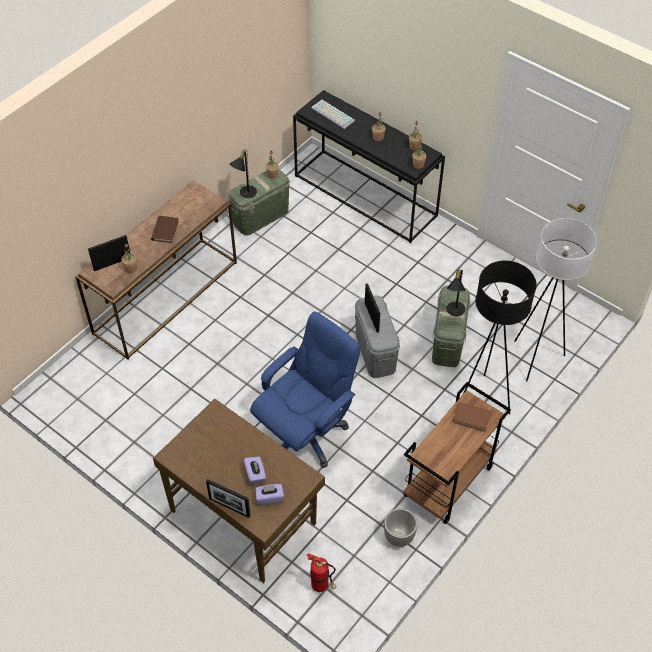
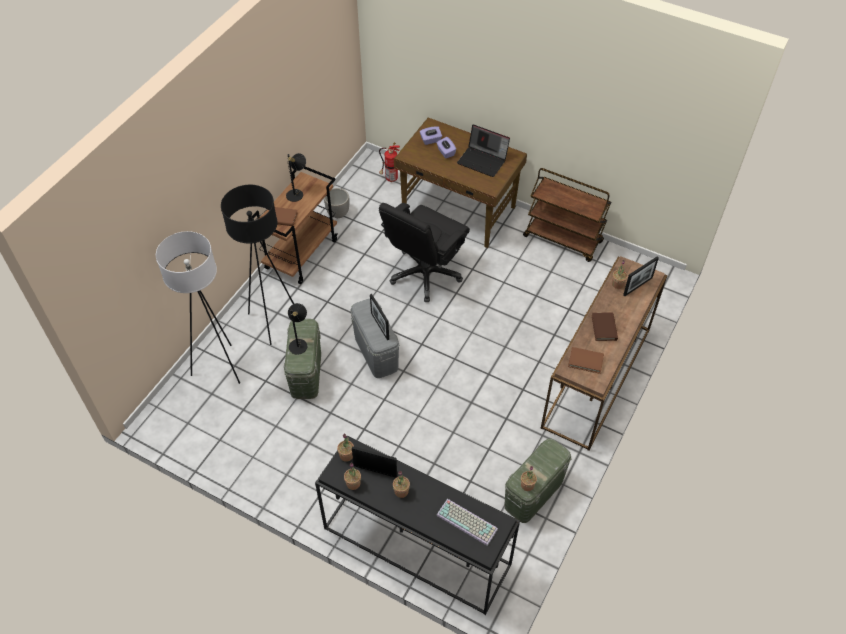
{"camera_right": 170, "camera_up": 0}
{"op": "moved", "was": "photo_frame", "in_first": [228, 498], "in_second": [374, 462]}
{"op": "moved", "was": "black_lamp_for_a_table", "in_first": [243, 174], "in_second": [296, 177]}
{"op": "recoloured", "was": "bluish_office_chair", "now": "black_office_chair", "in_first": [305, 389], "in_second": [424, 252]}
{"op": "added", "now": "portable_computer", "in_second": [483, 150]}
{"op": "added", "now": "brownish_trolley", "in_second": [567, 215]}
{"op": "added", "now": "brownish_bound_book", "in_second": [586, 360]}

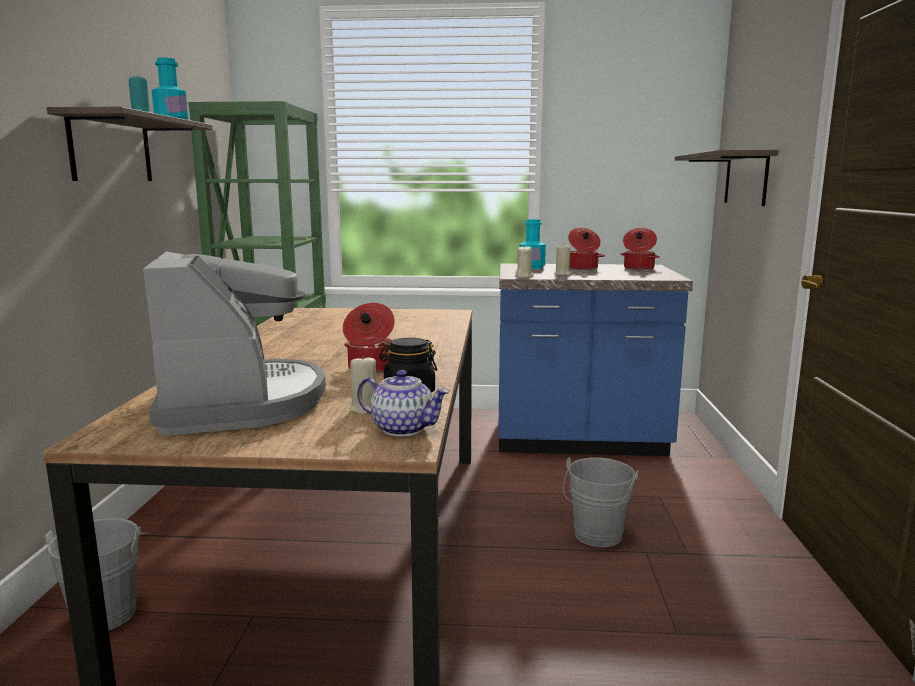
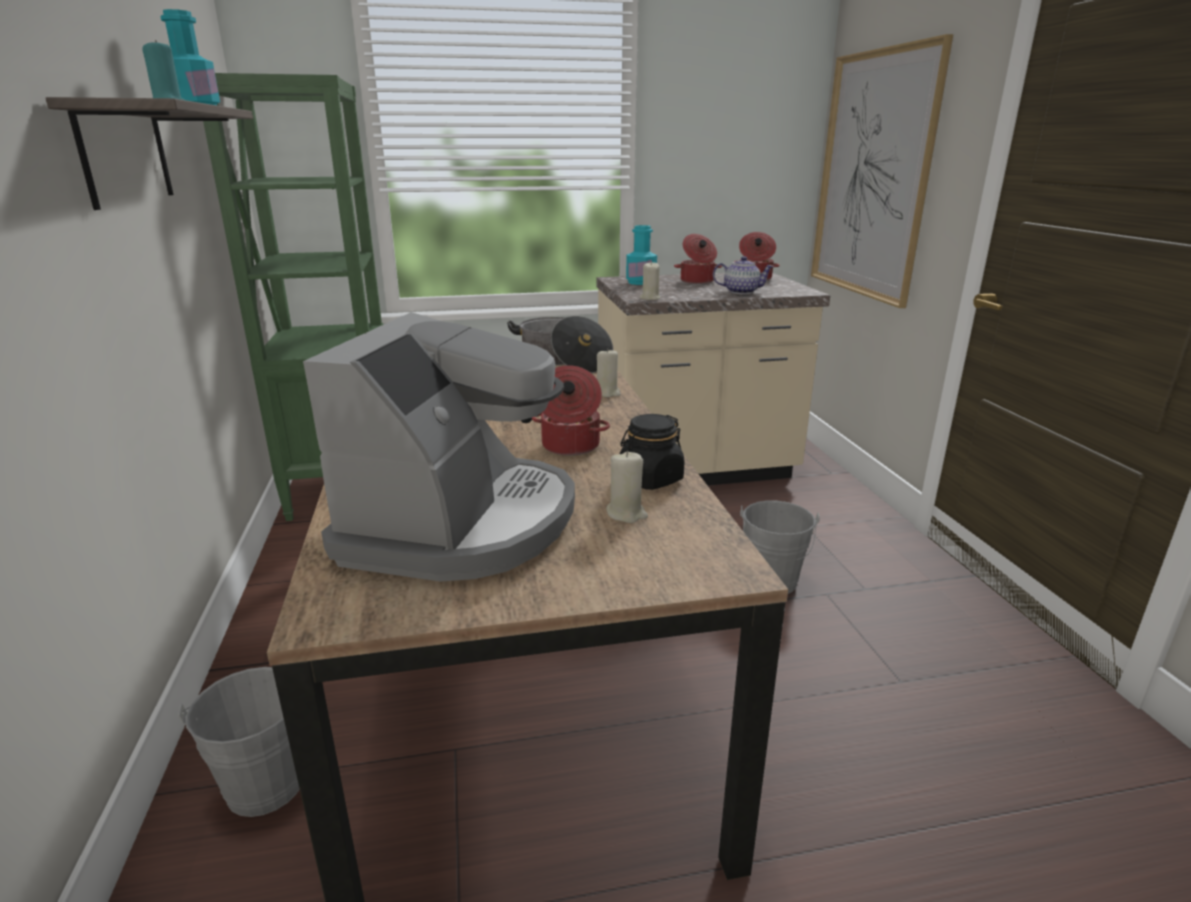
{"camera_right": -15, "camera_up": 10}
{"op": "turned", "was": "coffee_maker", "in_first": [234, 343], "in_second": [439, 447], "clockwise": 45}
{"op": "moved", "was": "teapot", "in_first": [403, 403], "in_second": [743, 275]}
{"op": "recoloured", "was": "bluish_counter", "now": "sand-coloured_counter", "in_first": [595, 360], "in_second": [713, 379]}
{"op": "moved", "was": "sand-coloured_wax_candle", "in_first": [563, 260], "in_second": [609, 372]}
{"op": "replaced", "was": "wall_shelf", "now": "wall_art", "in_first": [727, 178], "in_second": [882, 171]}
{"op": "added", "now": "cooking_pot", "in_second": [560, 344]}

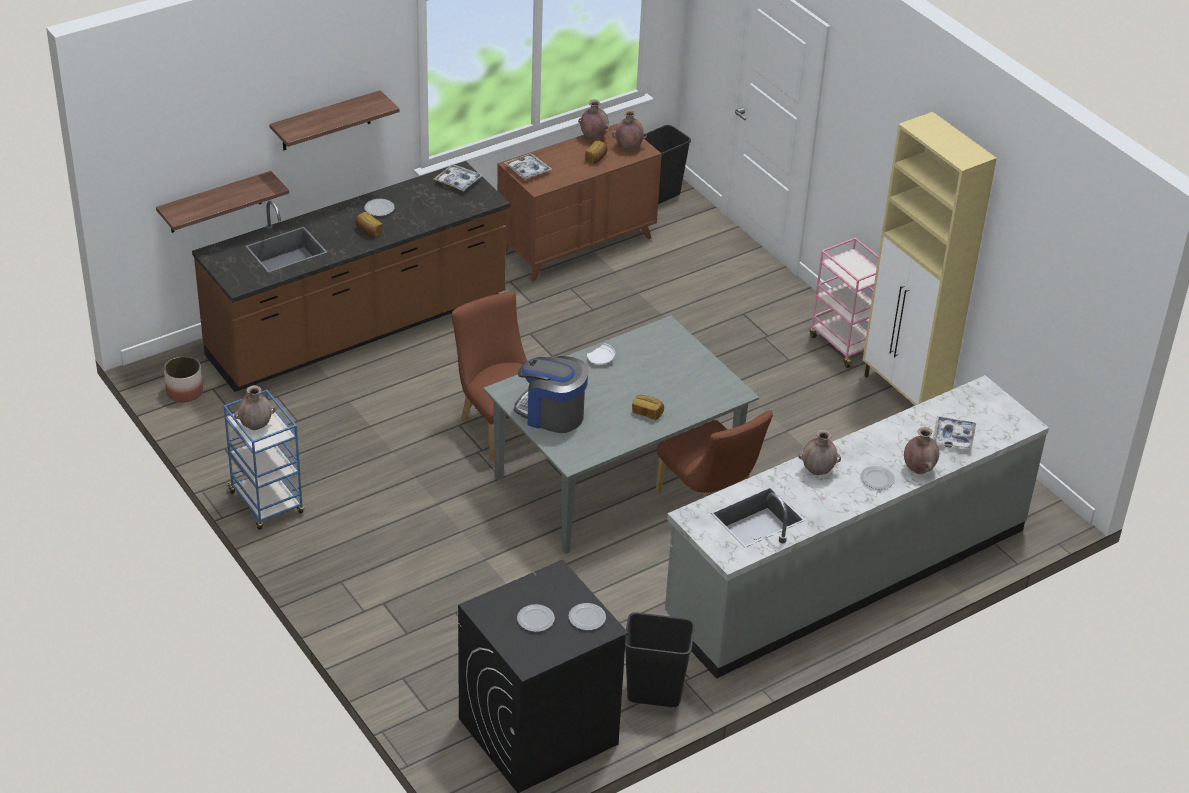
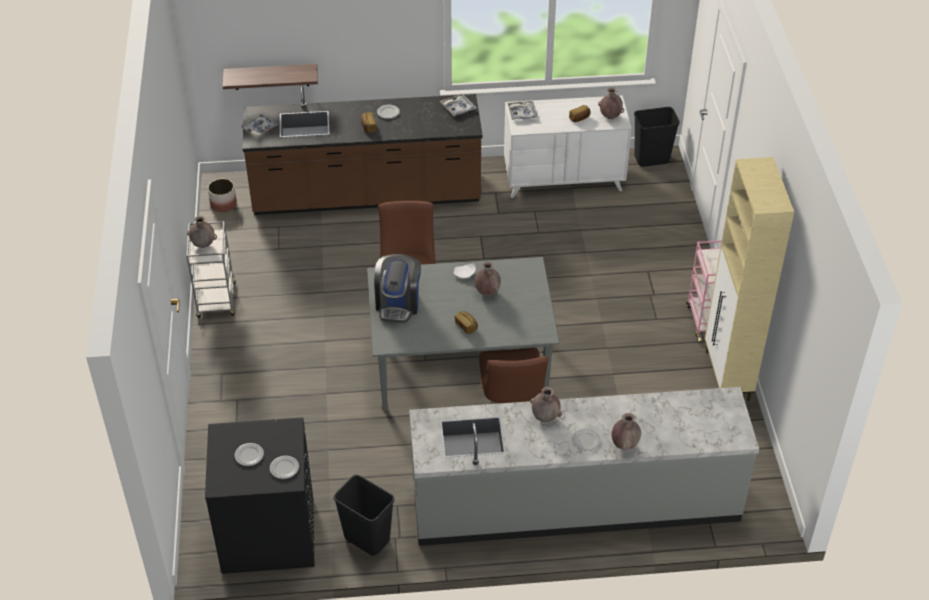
{"camera_right": 30, "camera_up": 5}
{"op": "recoloured", "was": "bluish_trolley", "now": "grey_trolley", "in_first": [264, 460], "in_second": [211, 269]}
{"op": "removed", "was": "wall_shelf", "in_first": [334, 120]}
{"op": "recoloured", "was": "brownish_chest_of_drawers", "now": "white_chest_of_drawers", "in_first": [579, 203], "in_second": [568, 146]}
{"op": "turned", "was": "coffee_maker", "in_first": [551, 394], "in_second": [397, 288], "clockwise": -135}
{"op": "moved", "was": "brownish_decorative_vase", "in_first": [594, 120], "in_second": [488, 278]}
{"op": "moved", "was": "serving_tray", "in_first": [954, 433], "in_second": [259, 125]}

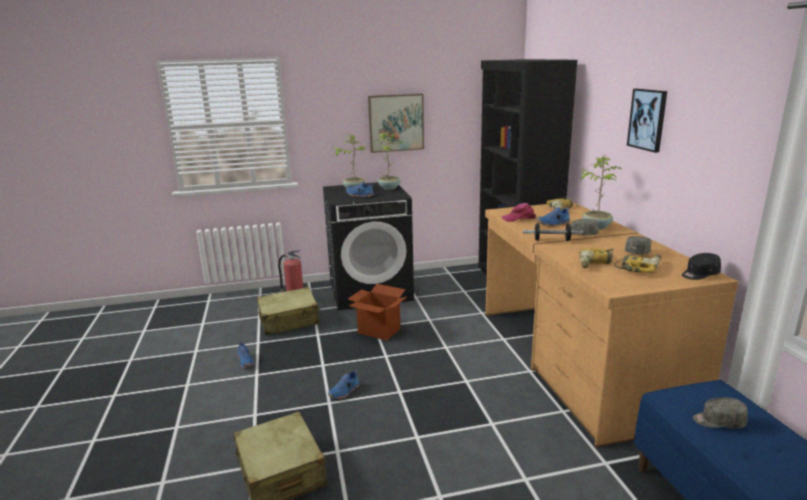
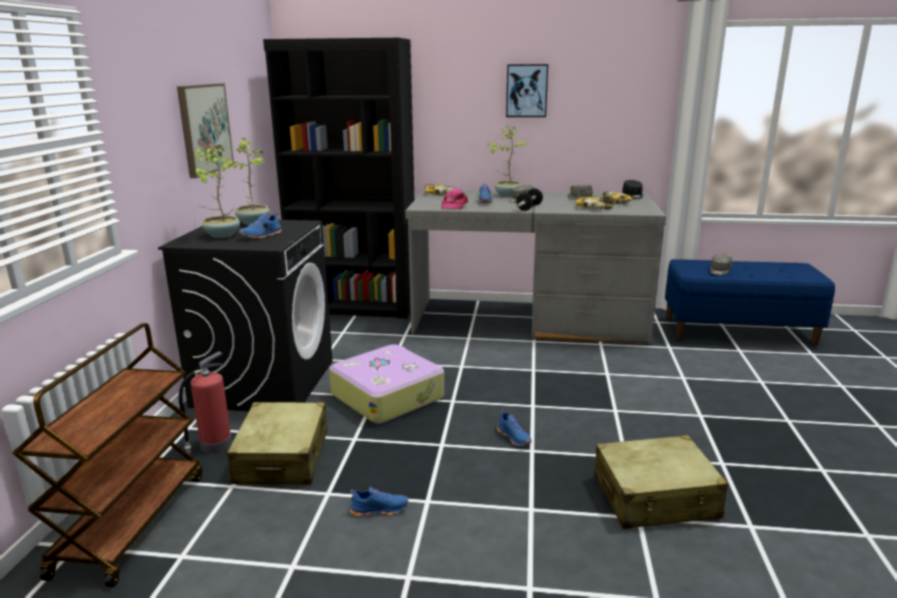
{"camera_right": -70, "camera_up": 0}
{"op": "replaced", "was": "packing_box", "now": "travel_case", "in_first": [378, 312], "in_second": [386, 384]}
{"op": "recoloured", "was": "brownish_desk_table", "now": "grey_desk_table", "in_first": [611, 324], "in_second": [535, 267]}
{"op": "added", "now": "brownish_trolley", "in_second": [107, 455]}

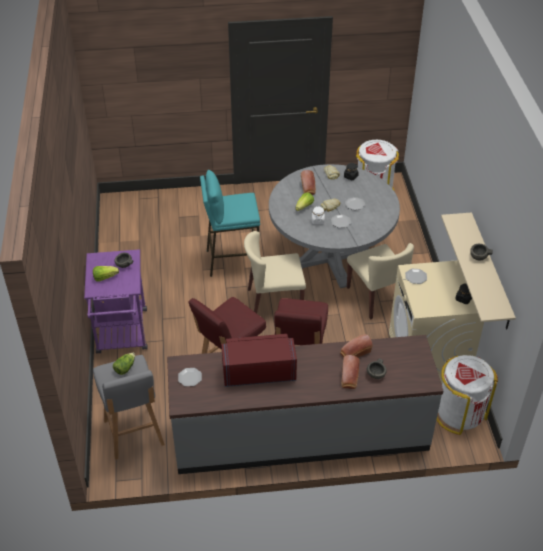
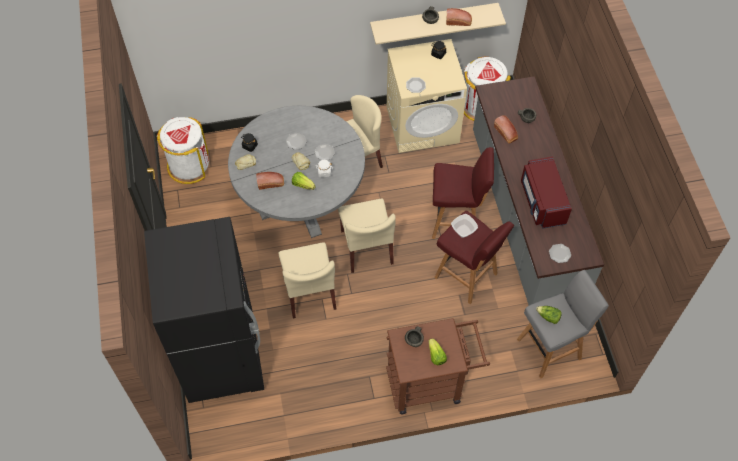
{"camera_right": -95, "camera_up": 15}
{"op": "recoloured", "was": "purple_trolley", "now": "brownish_trolley", "in_first": [116, 301], "in_second": [438, 366]}
{"op": "replaced", "was": "turquoise-coloured_stool", "now": "sand-coloured_plain_chair", "in_first": [230, 223], "in_second": [307, 280]}
{"op": "moved", "was": "baked_bread", "in_first": [351, 372], "in_second": [459, 17]}
{"op": "added", "now": "black_kitchen_fridge", "in_second": [204, 310]}
{"op": "added", "now": "bowl", "in_second": [464, 226]}

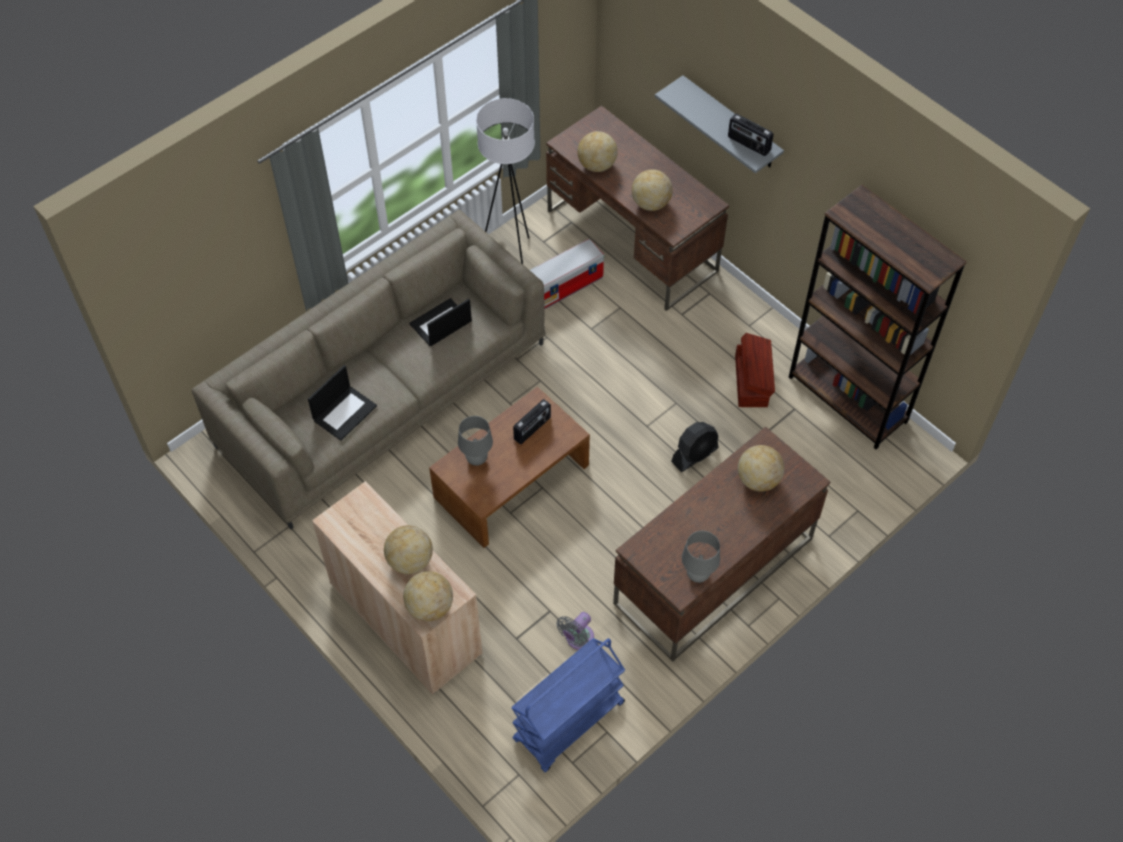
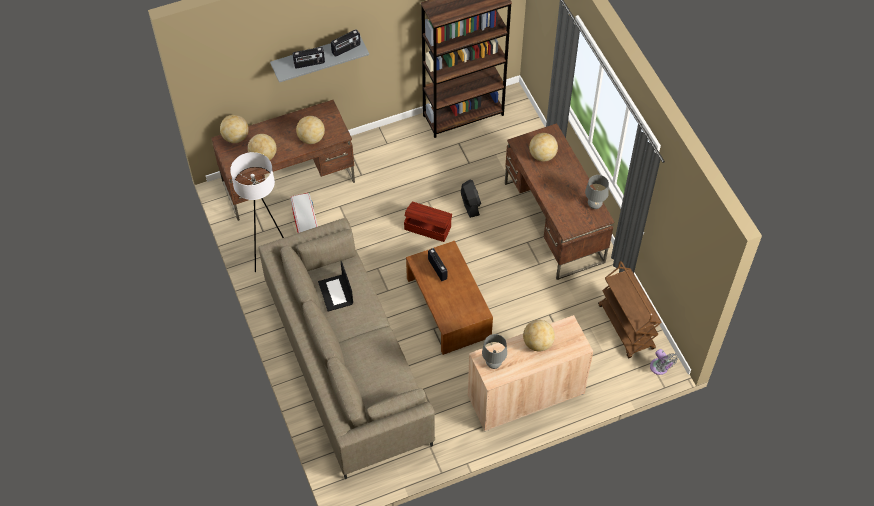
{"camera_right": -70, "camera_up": 0}
{"op": "removed", "was": "portable_computer", "in_first": [342, 403]}
{"op": "moved", "was": "desk_globe", "in_first": [428, 596], "in_second": [234, 129]}
{"op": "moved", "was": "grey_lamp_for_a_table", "in_first": [475, 441], "in_second": [494, 351]}
{"op": "recoloured", "was": "bluish_trolley", "now": "brownish_trolley", "in_first": [568, 705], "in_second": [630, 309]}
{"op": "moved", "was": "grey_cooling_fan", "in_first": [575, 631], "in_second": [664, 362]}
{"op": "moved", "was": "brownish_storage_container", "in_first": [755, 370], "in_second": [428, 222]}
{"op": "added", "now": "radio_receiver", "in_second": [309, 57]}

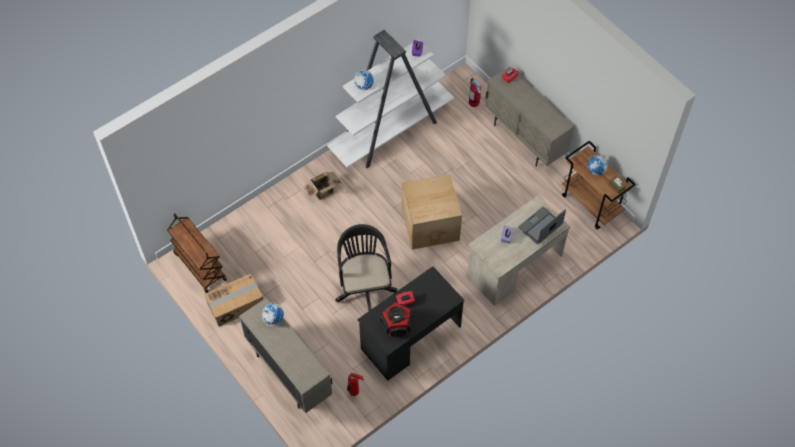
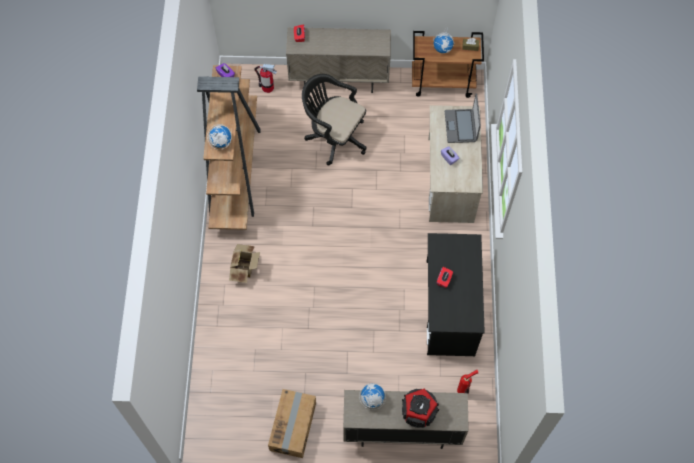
{"camera_right": -50, "camera_up": 5}
{"op": "removed", "was": "brownish_trolley", "in_first": [197, 253]}
{"op": "recoloured", "was": "white_bookshelf", "now": "brownish_bookshelf", "in_first": [390, 99], "in_second": [229, 147]}
{"op": "moved", "was": "black_office_chair", "in_first": [366, 267], "in_second": [334, 120]}
{"op": "moved", "was": "loudspeaker", "in_first": [396, 319], "in_second": [420, 408]}
{"op": "removed", "was": "packing_box", "in_first": [432, 212]}

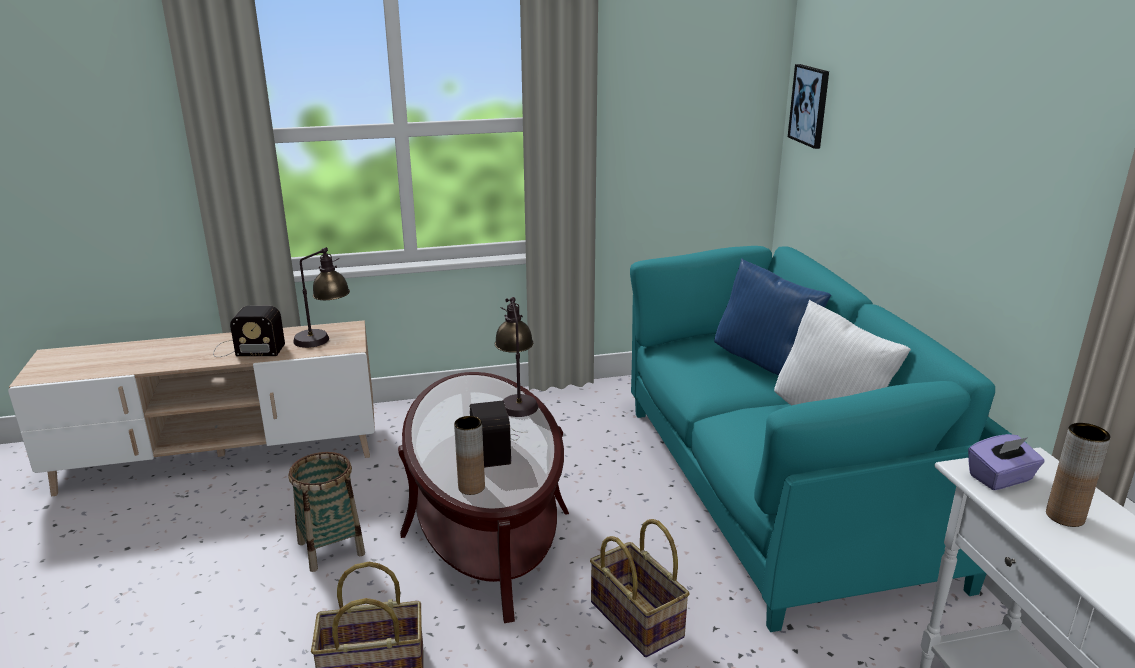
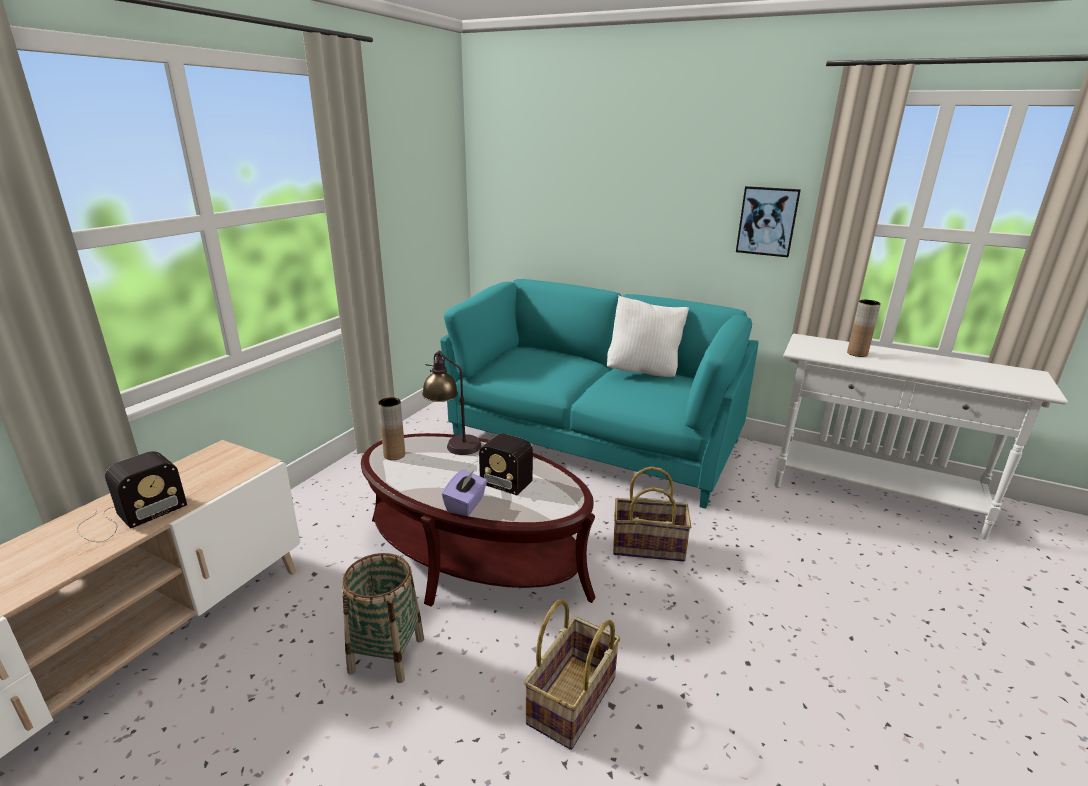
{"camera_right": -50, "camera_up": 0}
{"op": "removed", "was": "lamp_for_a_table", "in_first": [321, 297]}
{"op": "moved", "was": "brownish_decorative_vase", "in_first": [469, 455], "in_second": [391, 428]}
{"op": "removed", "was": "bluish_throw_pillow", "in_first": [772, 316]}
{"op": "moved", "was": "wall_art", "in_first": [808, 106], "in_second": [768, 221]}
{"op": "moved", "was": "purple_tissue_box", "in_first": [1006, 462], "in_second": [464, 493]}

